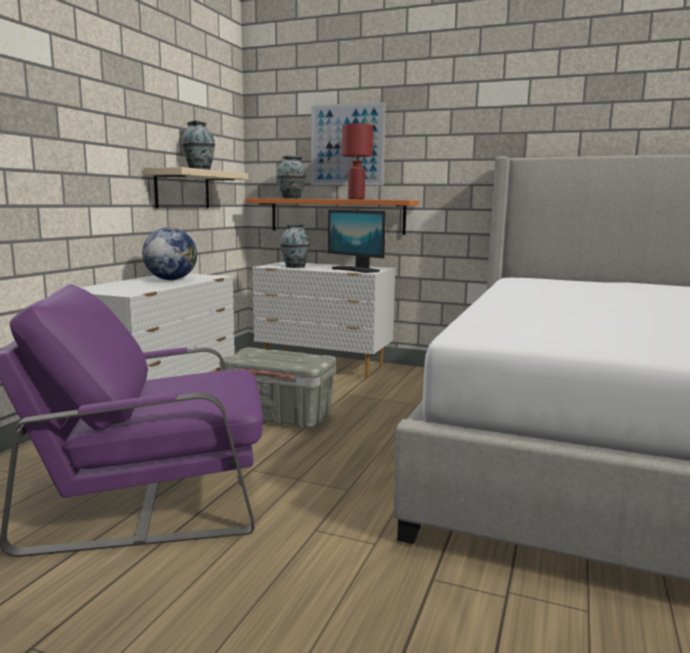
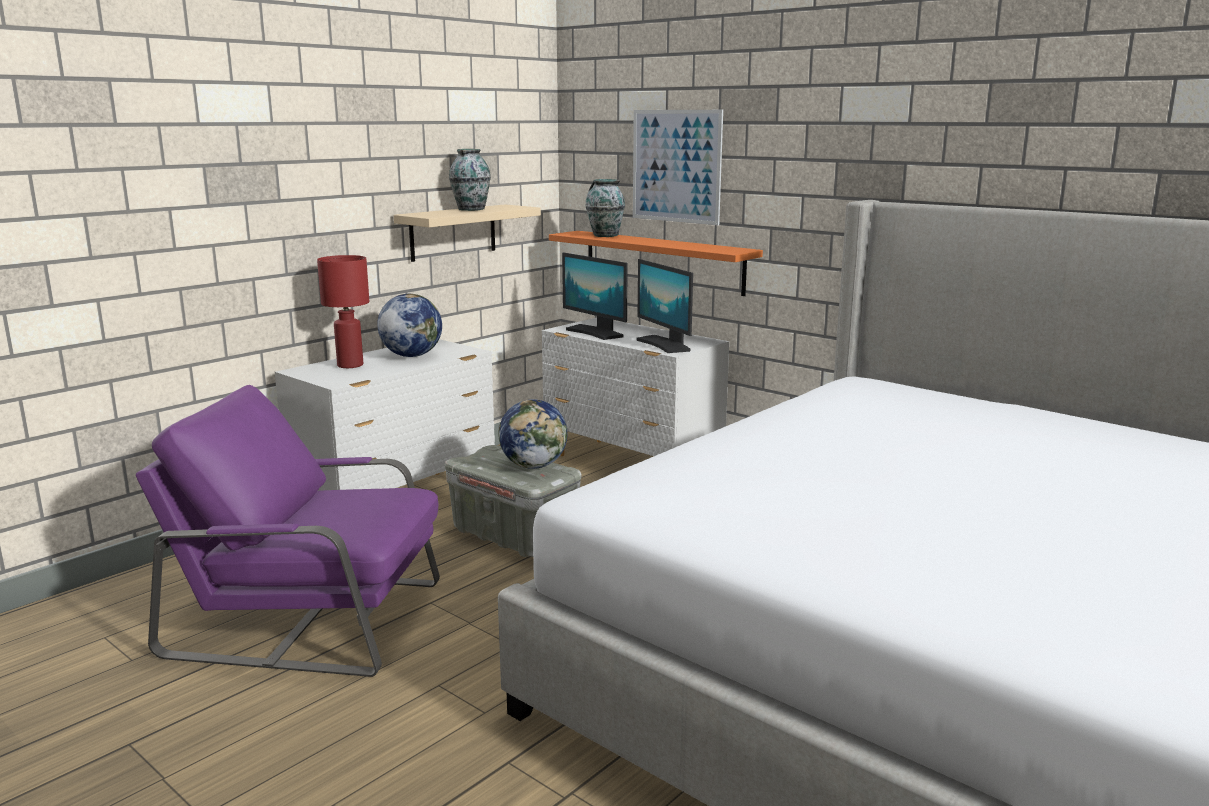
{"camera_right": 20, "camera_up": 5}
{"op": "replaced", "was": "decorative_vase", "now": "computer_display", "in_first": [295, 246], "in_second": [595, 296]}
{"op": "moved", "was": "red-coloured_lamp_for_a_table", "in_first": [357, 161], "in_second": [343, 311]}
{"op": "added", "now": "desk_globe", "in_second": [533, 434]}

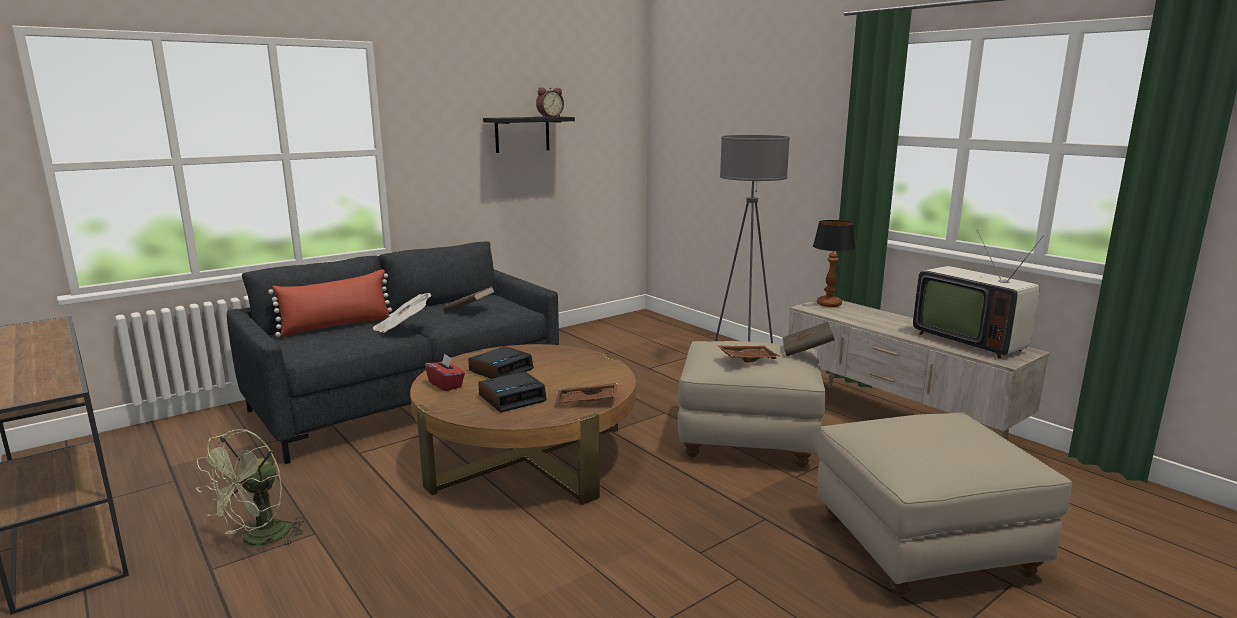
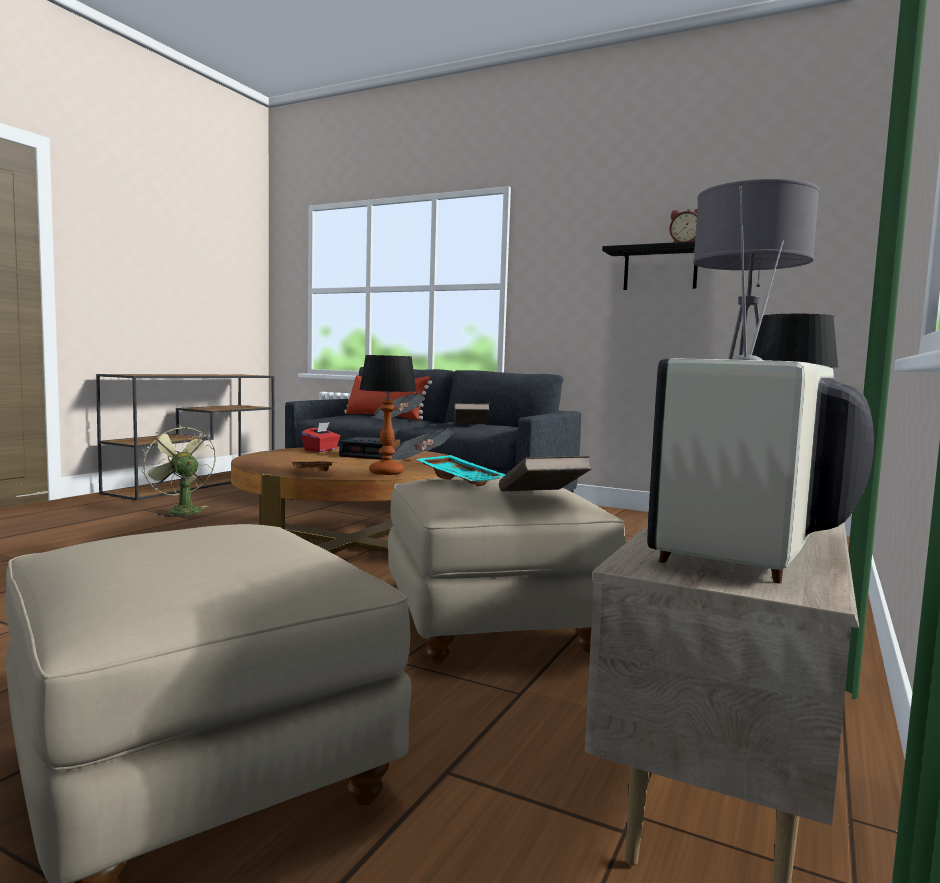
{"camera_right": 65, "camera_up": -10}
{"op": "turned", "was": "green-coloured_cooling_fan", "in_first": [250, 488], "in_second": [178, 471], "clockwise": 45}
{"op": "removed", "was": "table_clock", "in_first": [512, 392]}
{"op": "recoloured", "was": "brownish_serving_tray", "now": "turquoise-coloured_serving_tray", "in_first": [748, 354], "in_second": [461, 470]}
{"op": "added", "now": "lamp_for_a_table", "in_second": [387, 415]}
{"op": "added", "now": "newspaper", "in_second": [422, 444]}

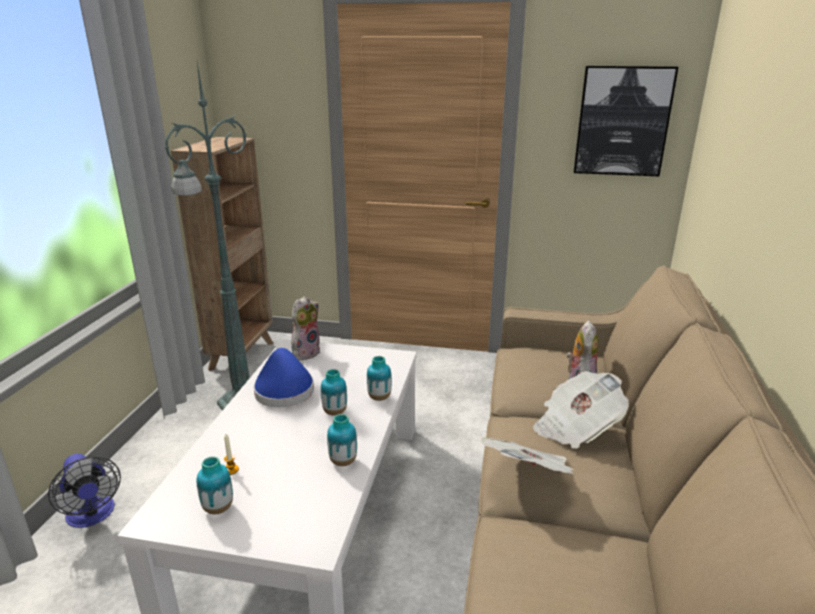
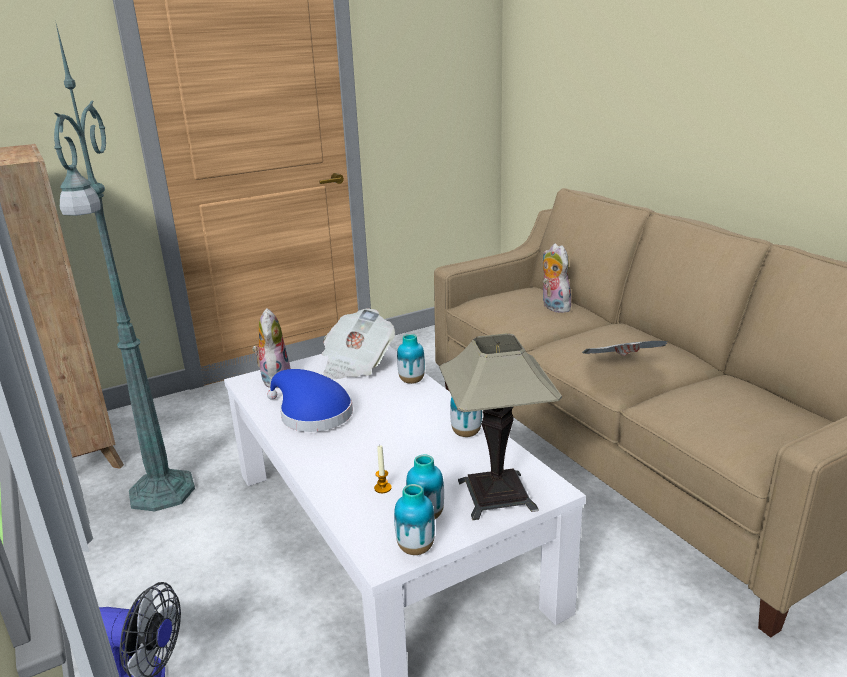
{"camera_right": -40, "camera_up": 0}
{"op": "moved", "was": "decorative_vase", "in_first": [334, 392], "in_second": [414, 519]}
{"op": "moved", "was": "newspaper", "in_first": [581, 410], "in_second": [358, 343]}
{"op": "removed", "was": "wall_art", "in_first": [626, 121]}
{"op": "added", "now": "lamp_for_a_table", "in_second": [500, 426]}

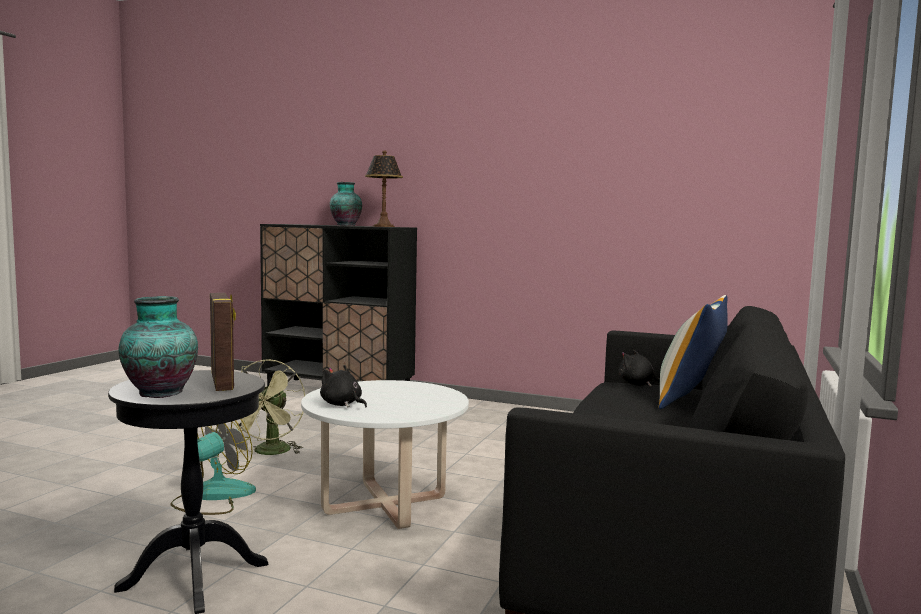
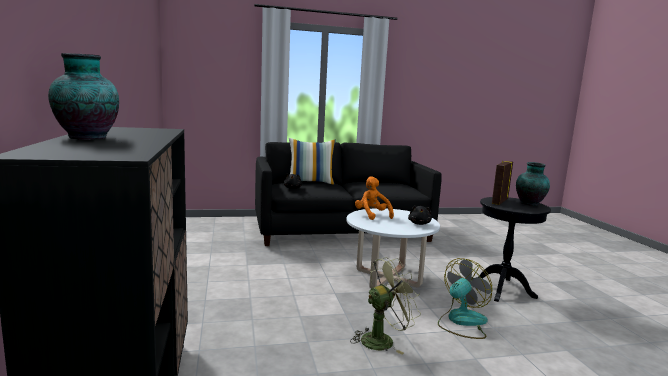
{"camera_right": -125, "camera_up": 5}
{"op": "turned", "was": "cooling_fan", "in_first": [213, 467], "in_second": [465, 298], "clockwise": 135}
{"op": "removed", "was": "lamp_for_a_table", "in_first": [384, 189]}
{"op": "added", "now": "orangey_plush_toy", "in_second": [374, 198]}

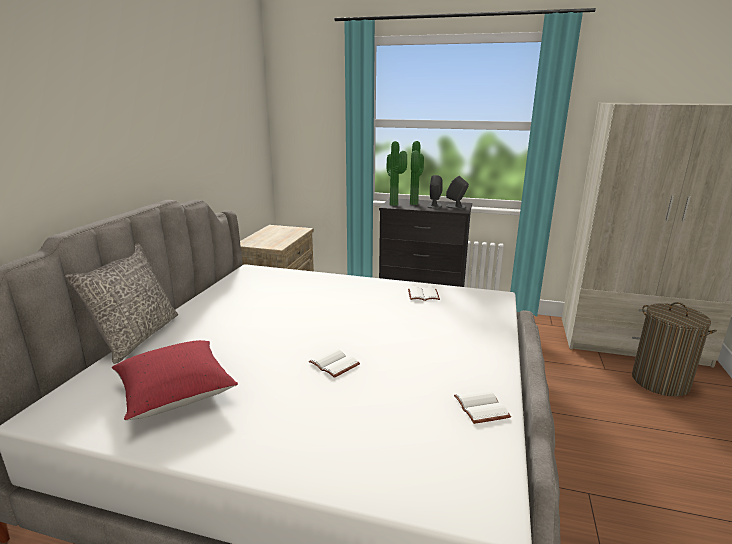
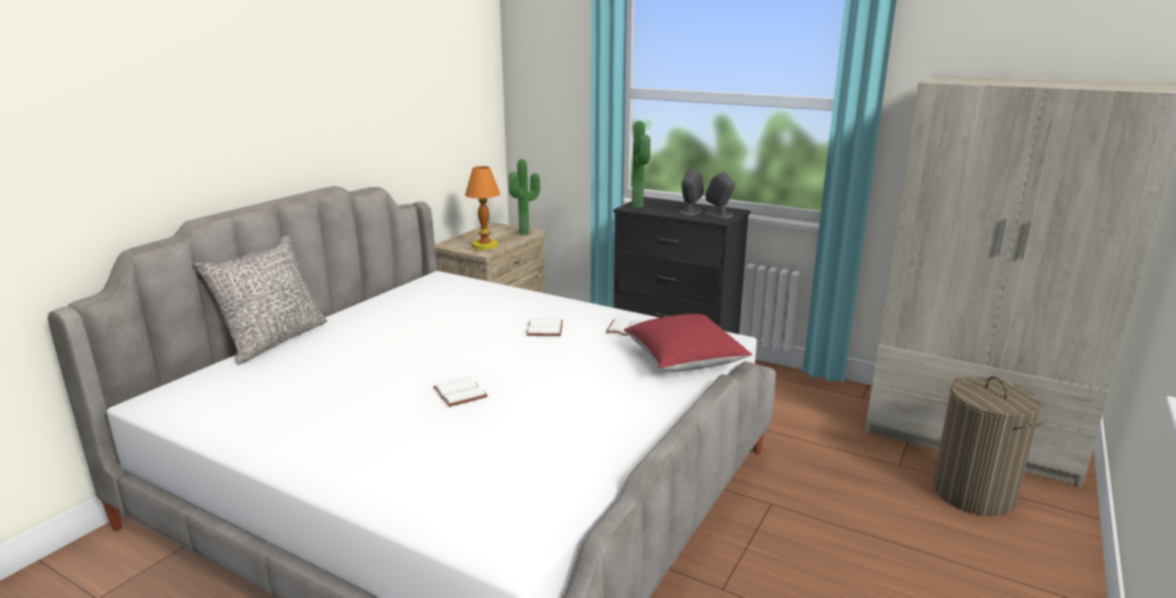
{"camera_right": 15, "camera_up": 0}
{"op": "moved", "was": "red-coloured_throw_pillow", "in_first": [175, 380], "in_second": [688, 343]}
{"op": "moved", "was": "houseplant", "in_first": [417, 173], "in_second": [524, 197]}
{"op": "moved", "was": "white_bound_book", "in_first": [482, 406], "in_second": [544, 327]}
{"op": "added", "now": "lamp_for_a_table", "in_second": [480, 208]}

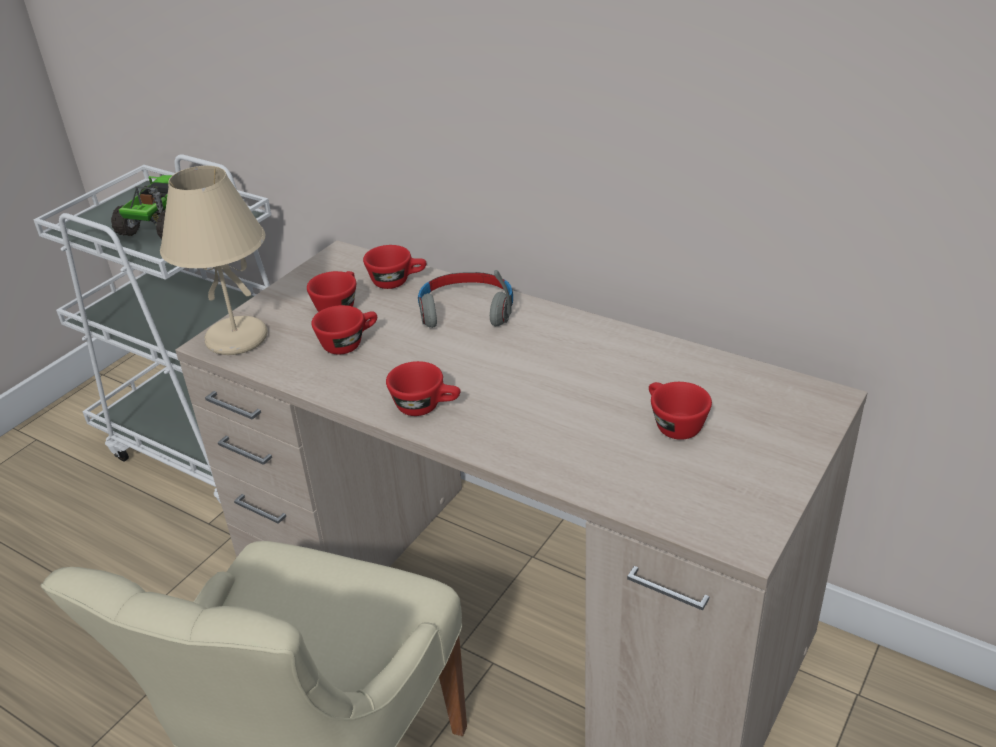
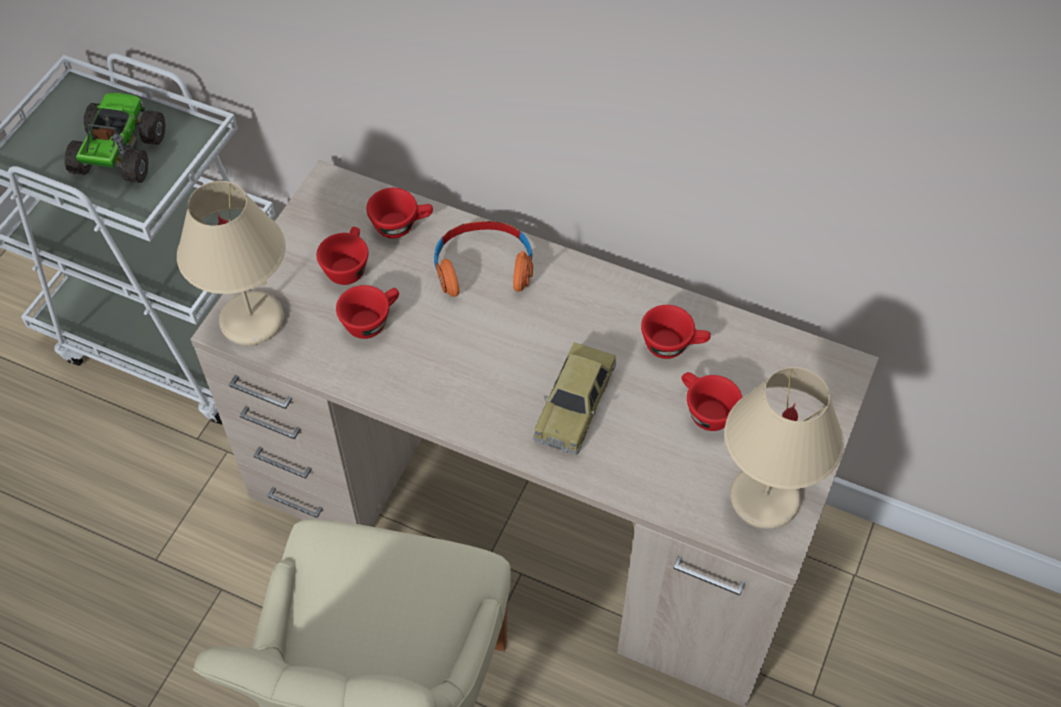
{"camera_right": -10, "camera_up": 20}
{"op": "moved", "was": "red-coloured_drinking_cup", "in_first": [423, 388], "in_second": [676, 332]}
{"op": "recoloured", "was": "grey_headphones", "now": "orangey_headphones", "in_first": [465, 299], "in_second": [483, 259]}
{"op": "added", "now": "model_car", "in_second": [575, 398]}
{"op": "added", "now": "sand-coloured_lamp_for_a_table", "in_second": [784, 448]}

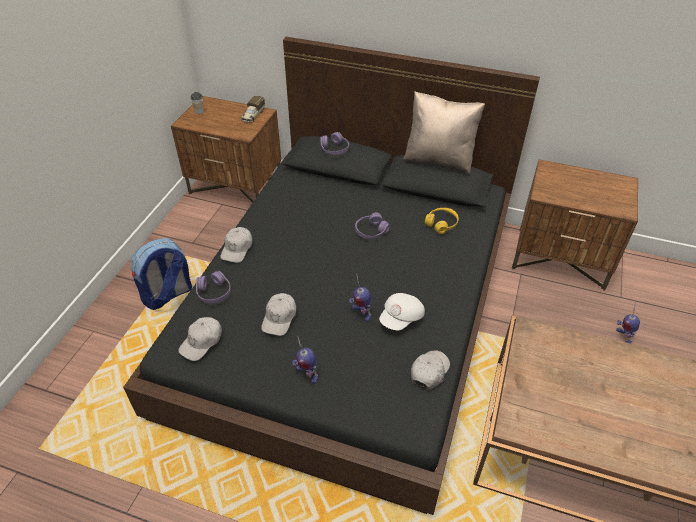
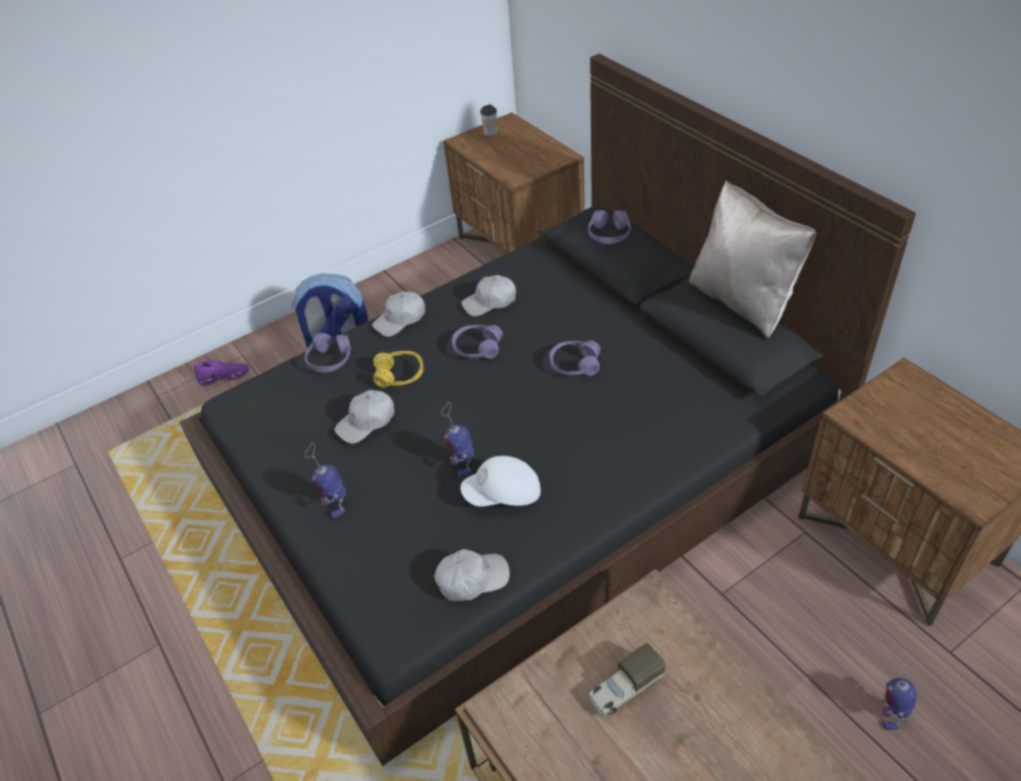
{"camera_right": 40, "camera_up": 0}
{"op": "moved", "was": "white_baseball_cap", "in_first": [200, 339], "in_second": [488, 295]}
{"op": "moved", "was": "model_truck", "in_first": [253, 109], "in_second": [626, 680]}
{"op": "moved", "was": "yellowish_headphones", "in_first": [442, 221], "in_second": [398, 369]}
{"op": "added", "now": "purple_shoe", "in_second": [221, 372]}
{"op": "added", "now": "purple_headphones", "in_second": [477, 342]}

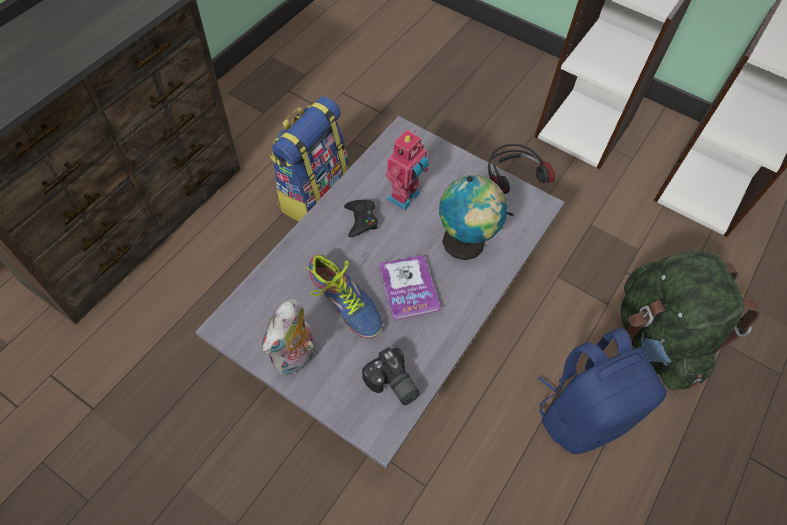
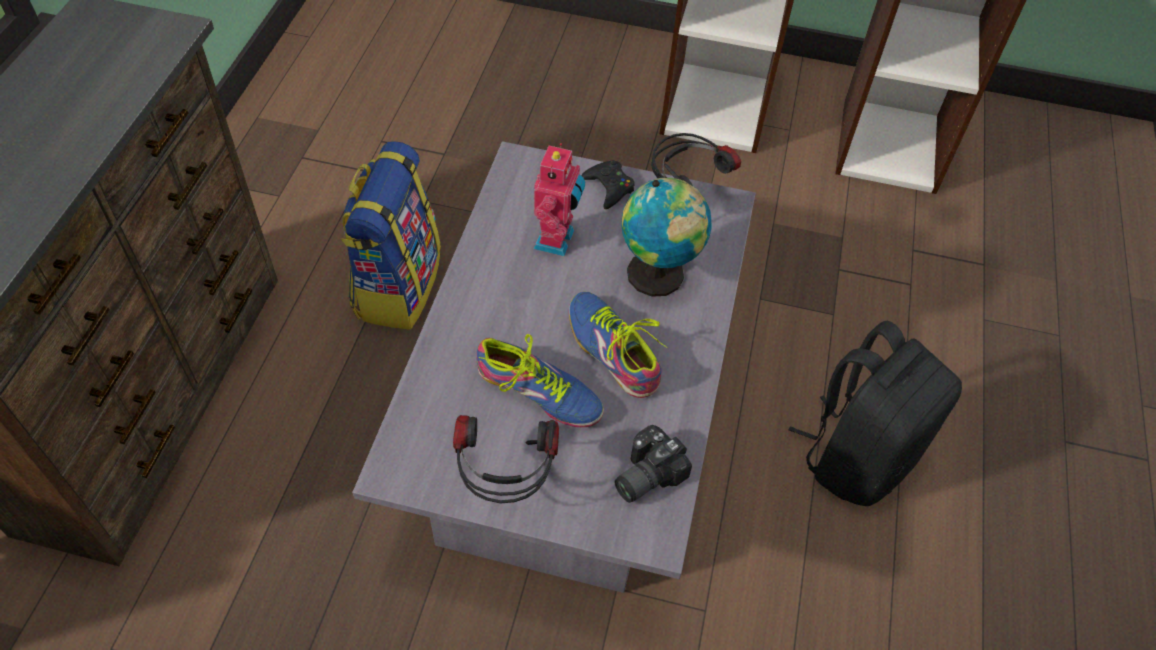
{"camera_right": -20, "camera_up": -5}
{"op": "replaced", "was": "plush_toy", "now": "headphones", "in_first": [289, 337], "in_second": [506, 459]}
{"op": "moved", "was": "black_gamepad", "in_first": [361, 218], "in_second": [608, 184]}
{"op": "turned", "was": "still_camera", "in_first": [391, 376], "in_second": [653, 464], "clockwise": 105}
{"op": "replaced", "was": "bound_book", "now": "shoe", "in_first": [410, 288], "in_second": [618, 345]}
{"op": "recoloured", "was": "bluish_knapsack", "now": "black_knapsack", "in_first": [602, 391], "in_second": [875, 413]}
{"op": "removed", "was": "green-coloured_knapsack", "in_first": [690, 320]}

